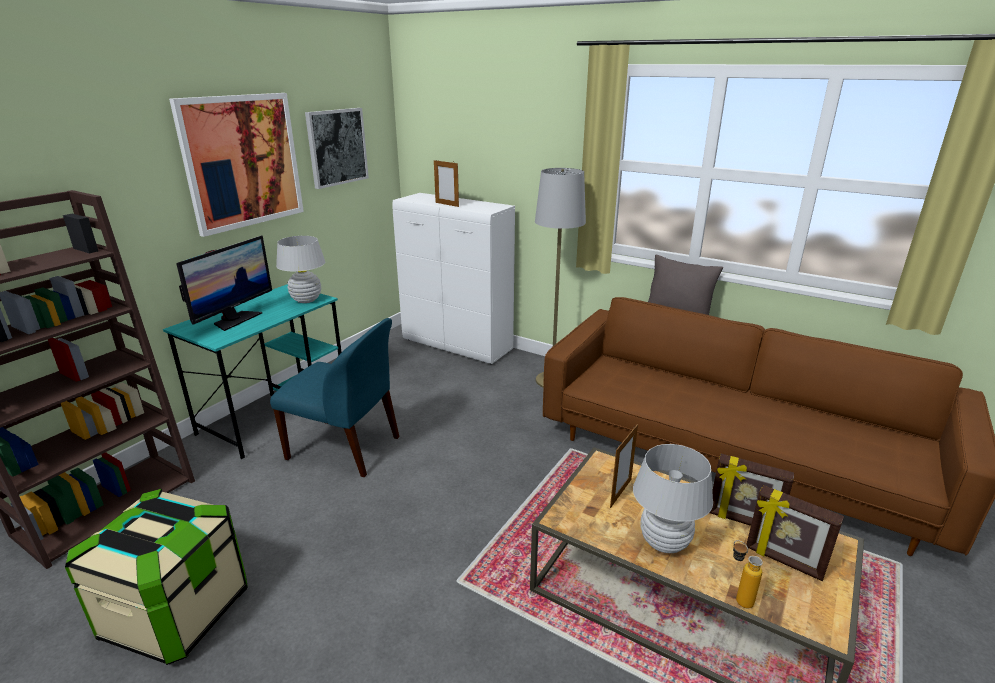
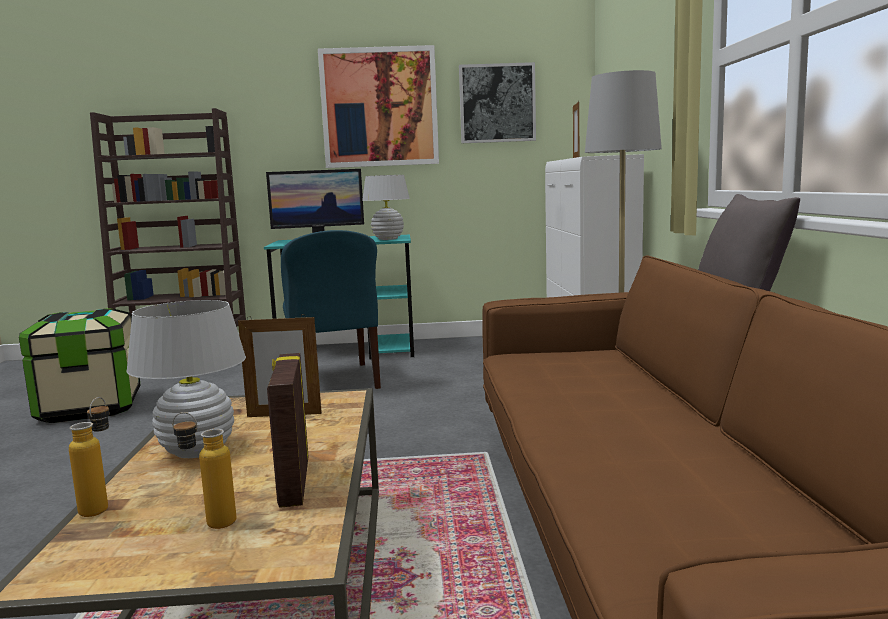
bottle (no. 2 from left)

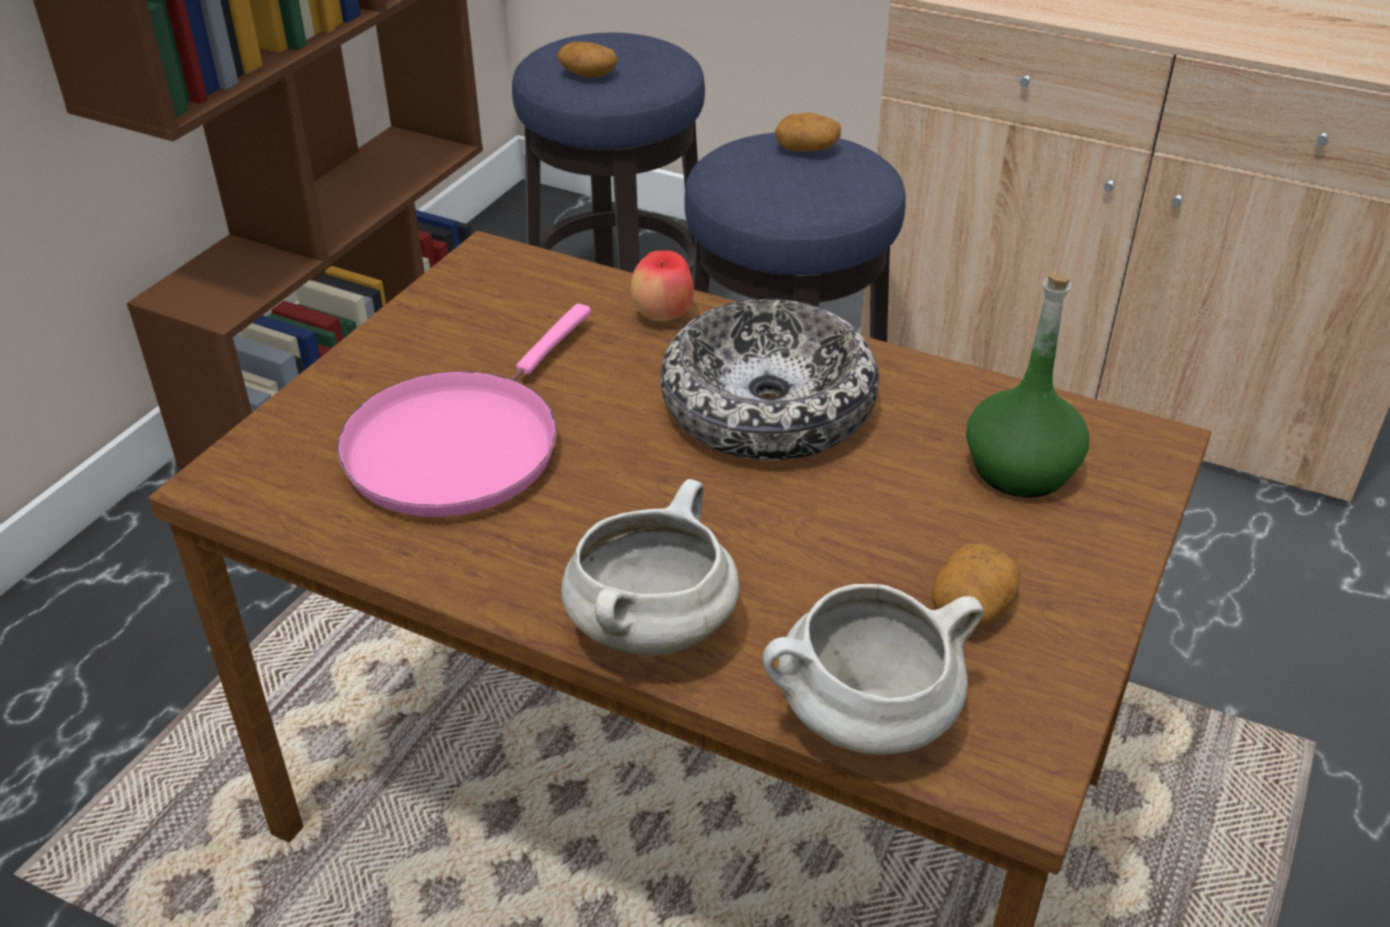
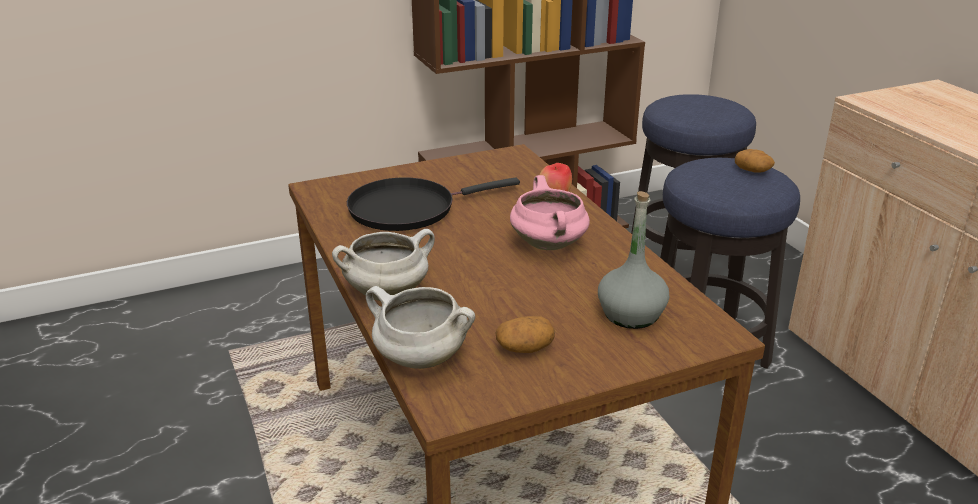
frying pan (black)
potato (no. 1 from left in the first image)
cooking pot (pink)
bottle (grey)

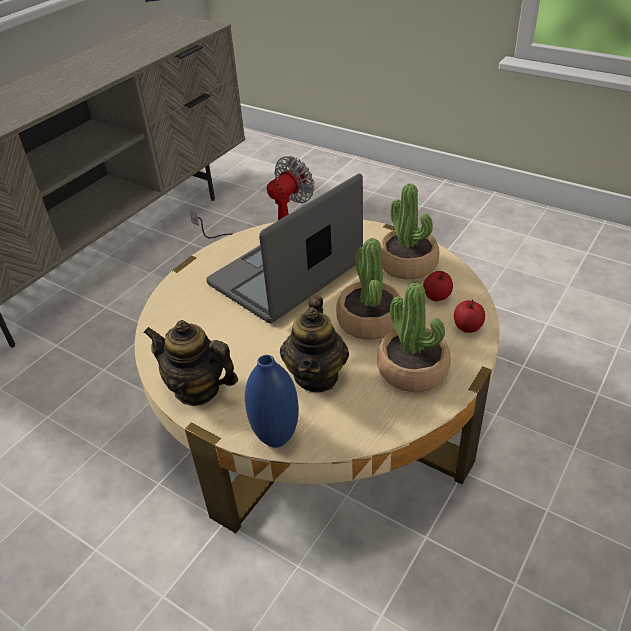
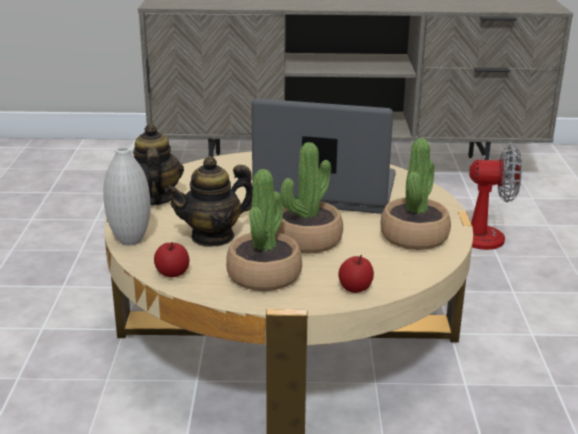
vase (white)
apple (no. 1 from left)

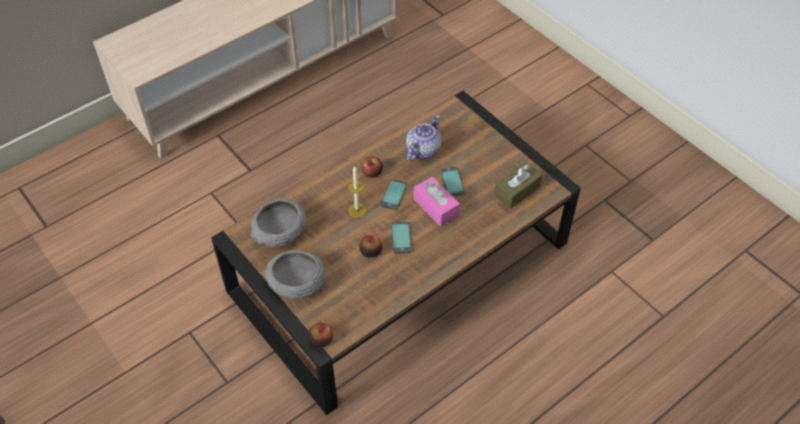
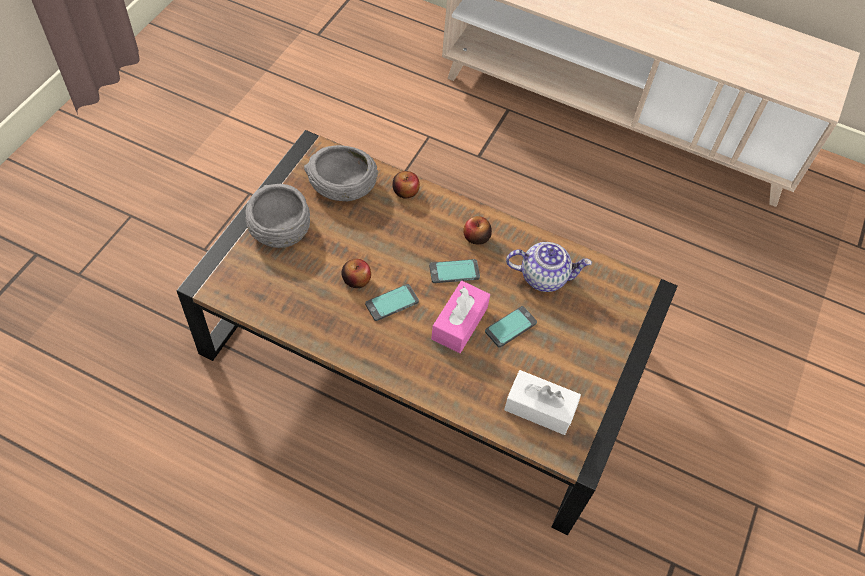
apple (no. 2 from left)
candle
tissue box (white)

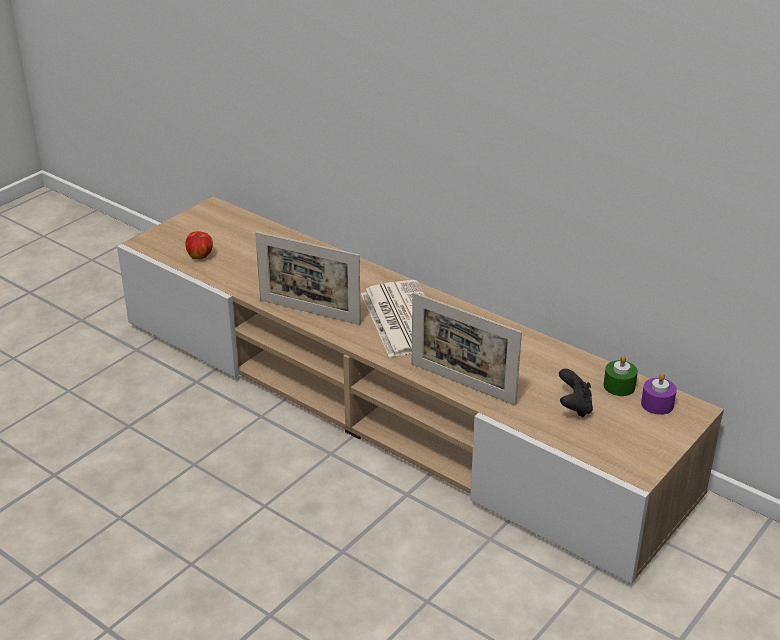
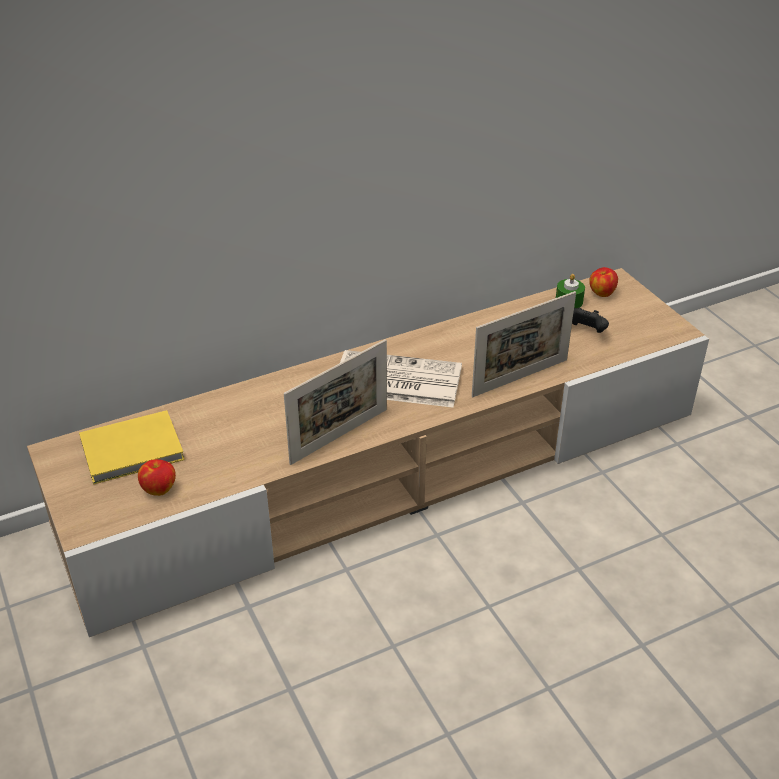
apple (no. 2 from left)
book (yellow)

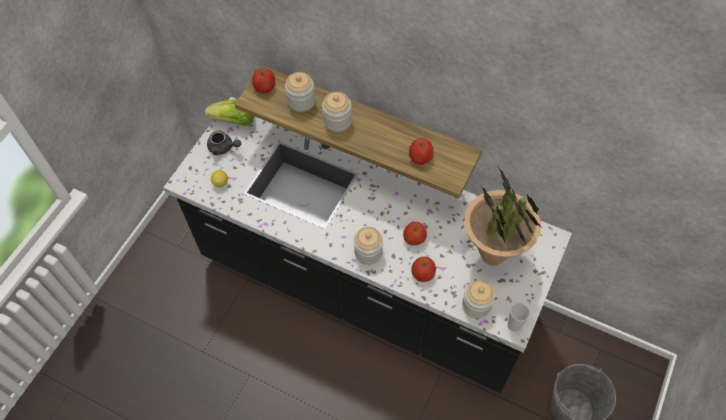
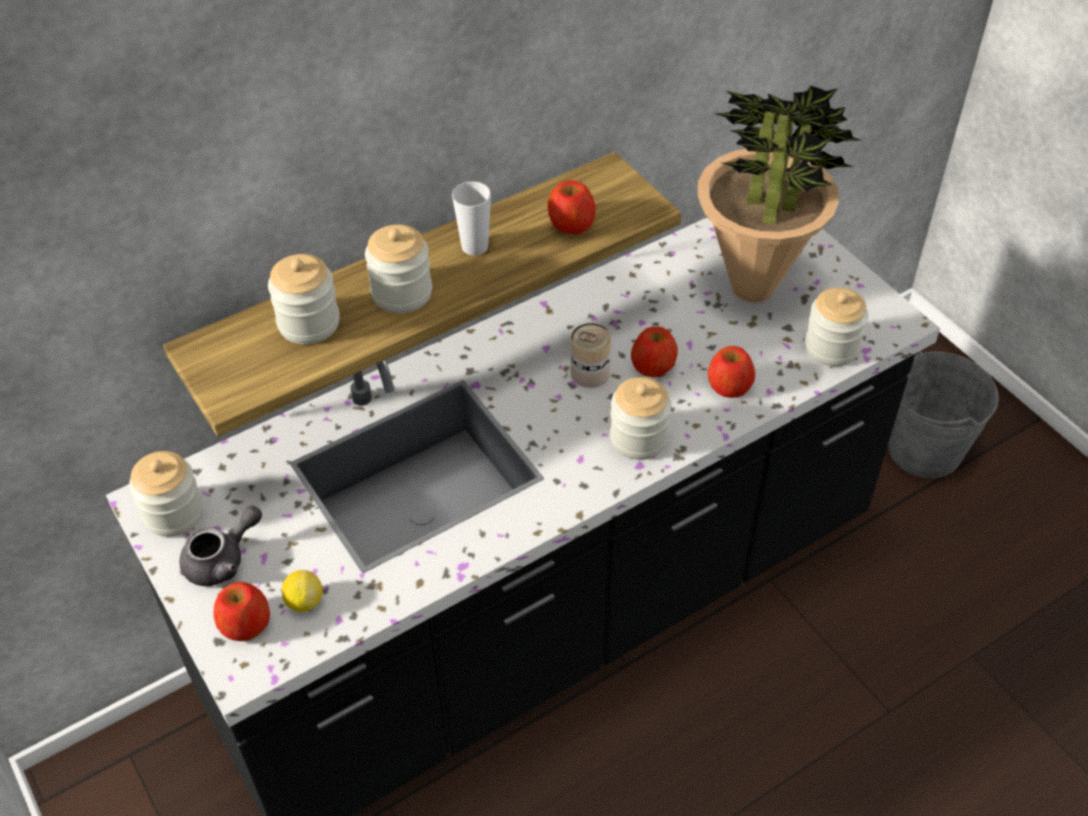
jar (no. 1 from left)
apple (no. 1 from left)
cup
can

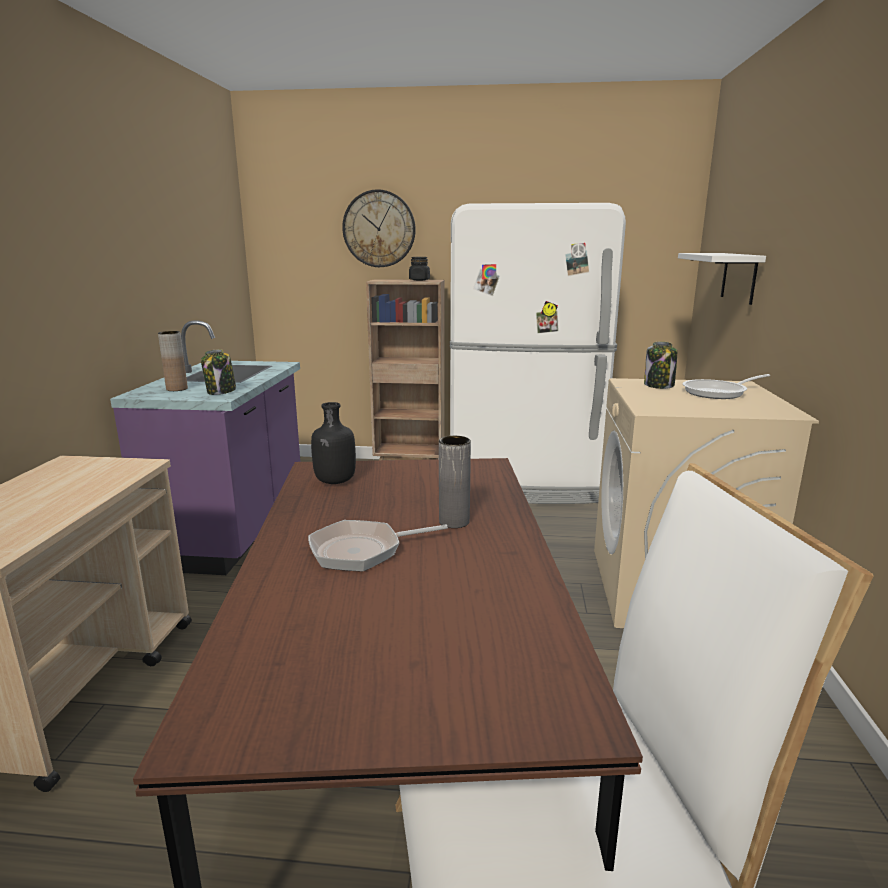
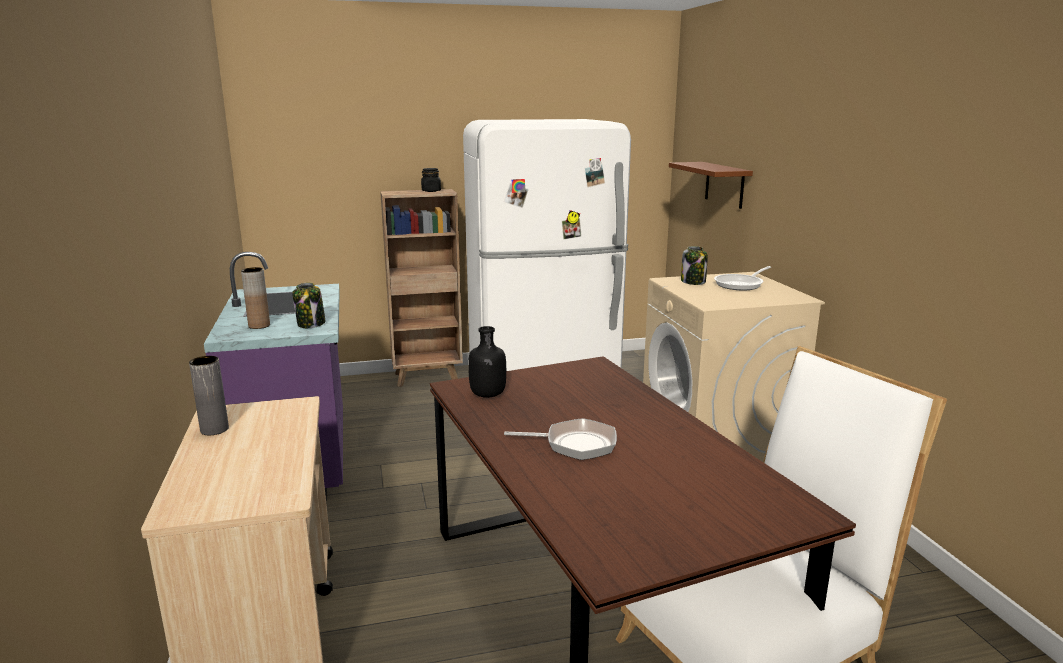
frying pan (no. 1 from left)
wall clock
vase (grey)
shelf (brown)

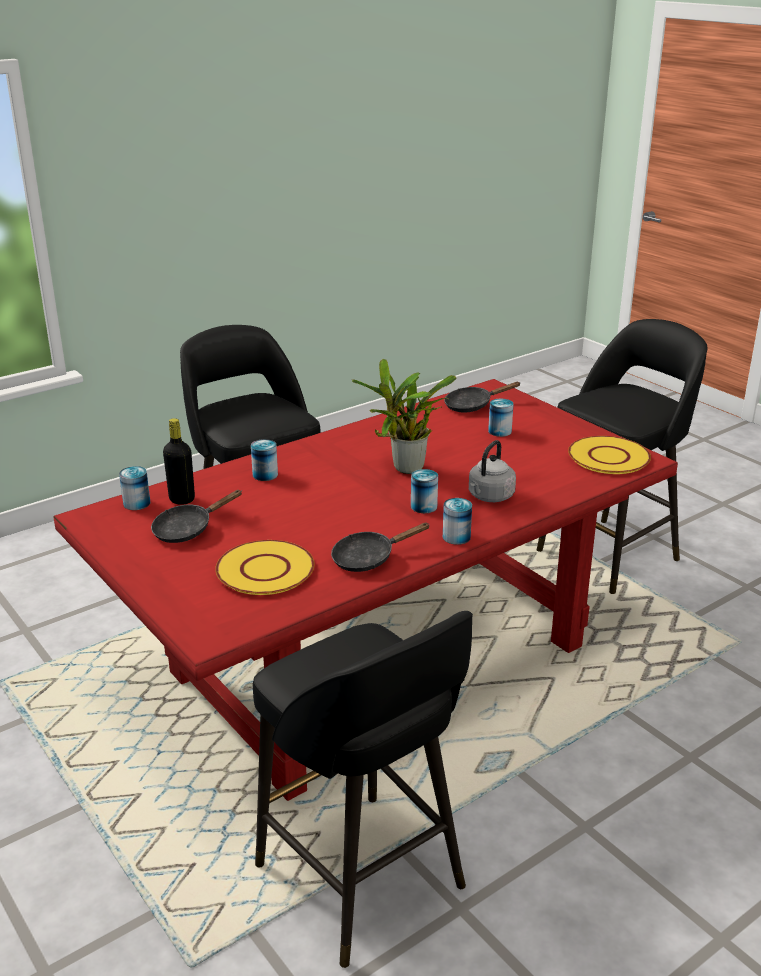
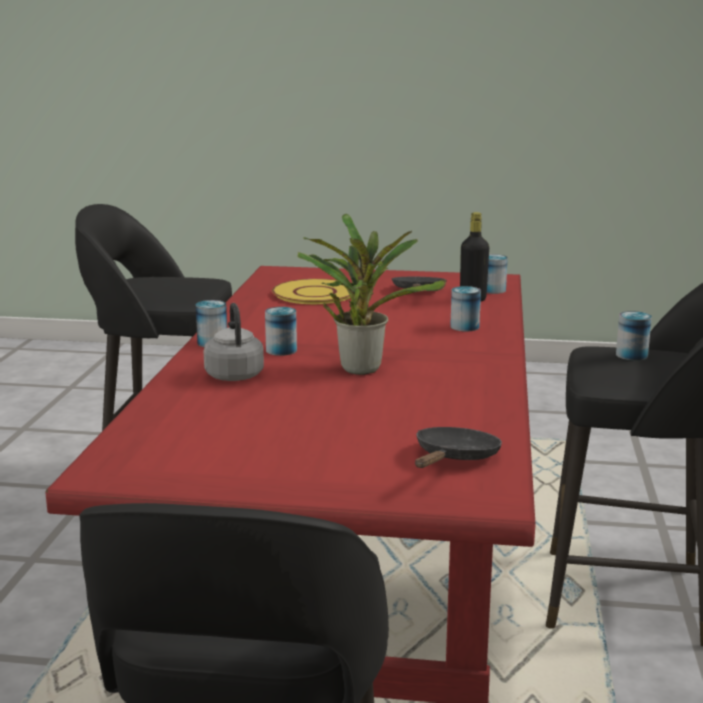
frying pan (black) (no. 2 from left in the first image)
can (no. 5 from left)
plate (yellow) (no. 2 from left in the first image)

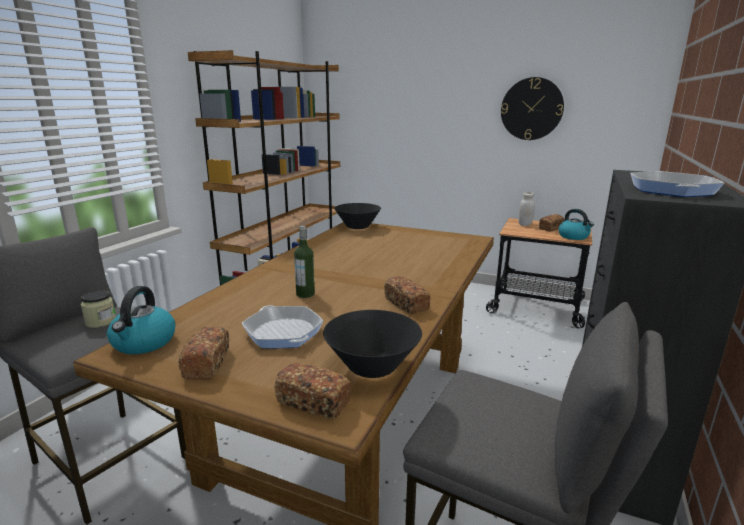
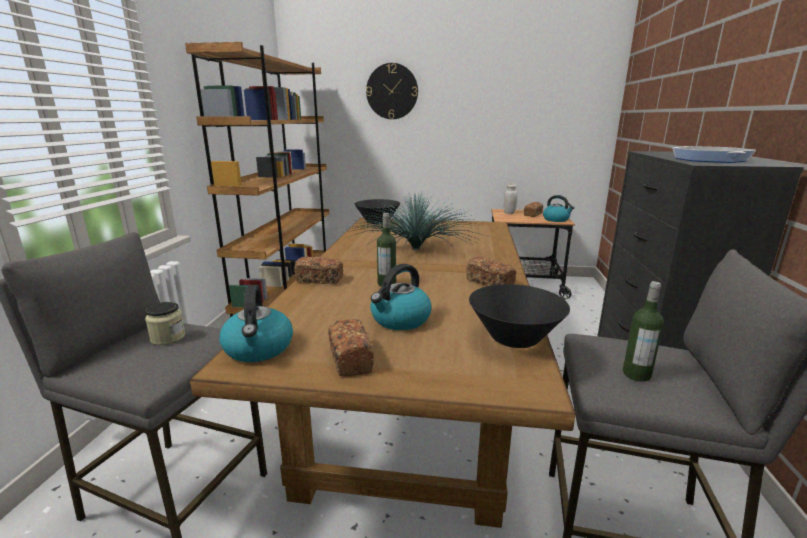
kettle (no. 2 from left)
bread (no. 1 from left)
wall clock
potted plant
bottle (no. 2 from left)

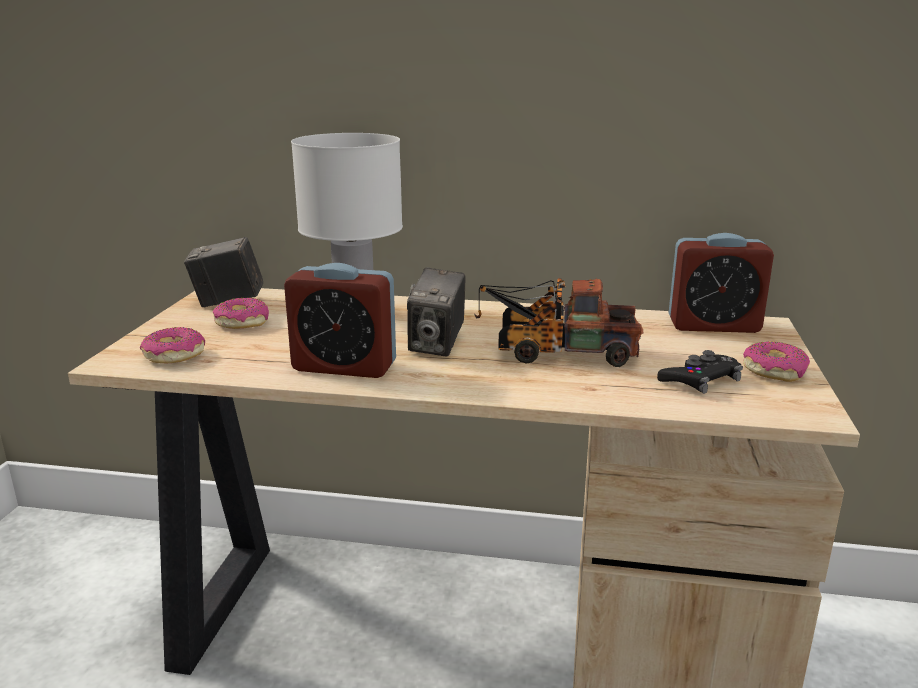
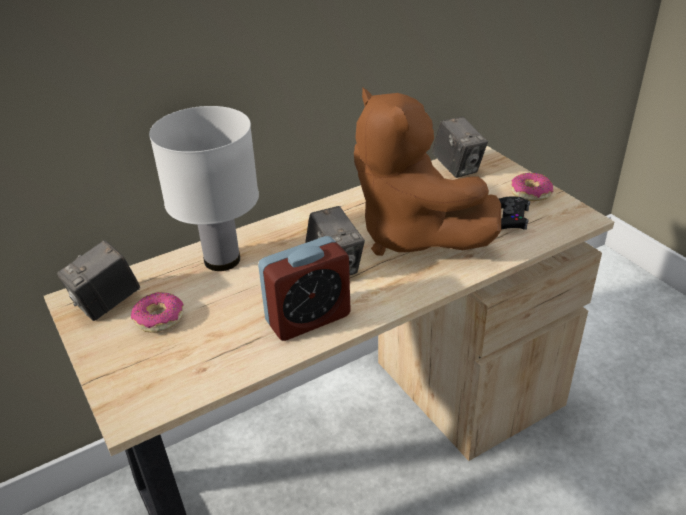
donut (no. 1 from left in the first image)
plush toy (brown)
photo camera (no. 3 from left)

